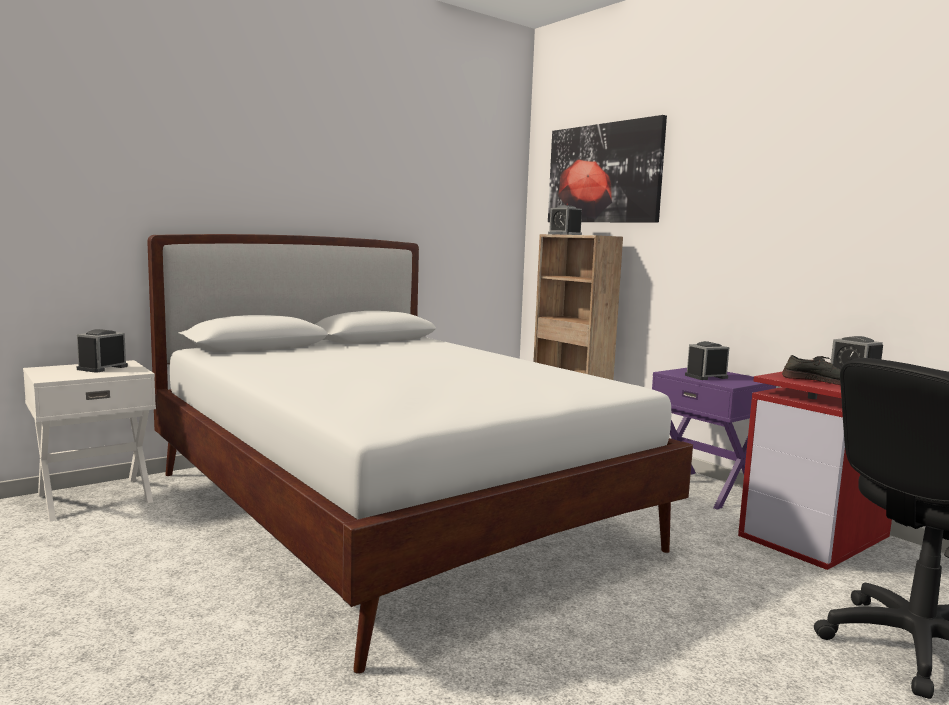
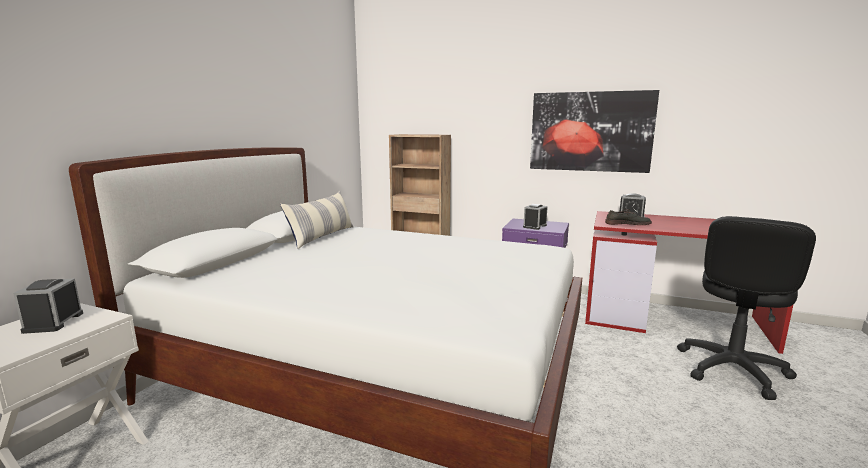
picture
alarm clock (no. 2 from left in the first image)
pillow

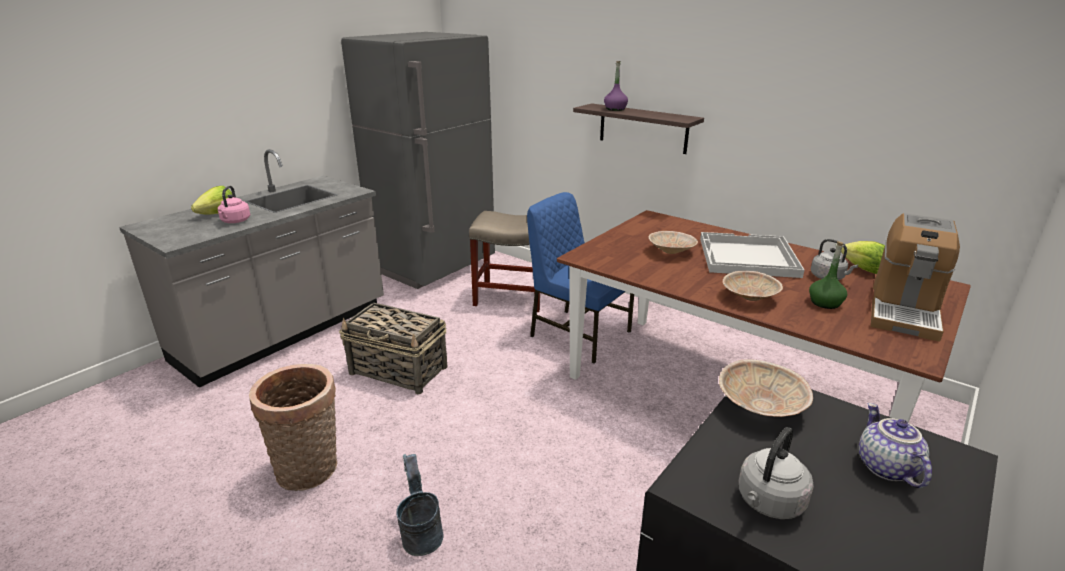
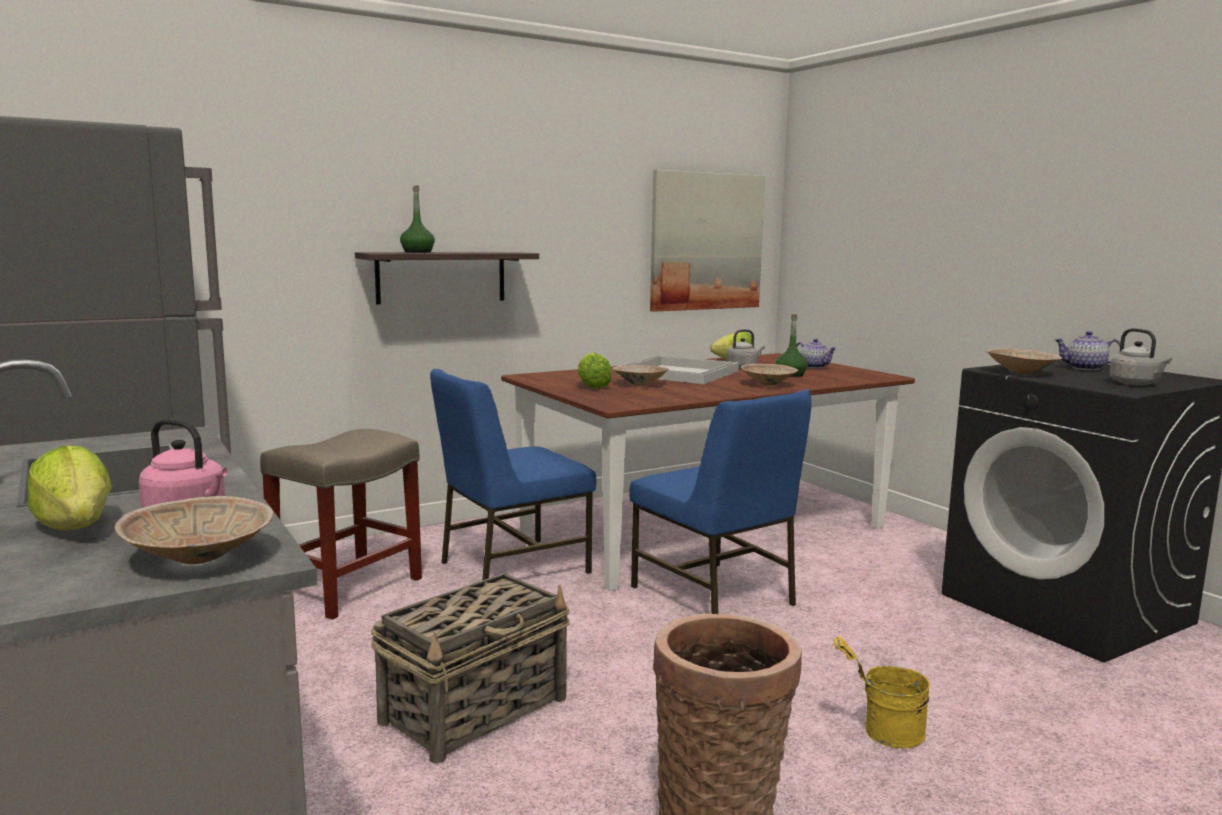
bucket (yellow)
bottle (green) (no. 1 from left)
teapot (no. 1 from left)
bowl (beige) (no. 1 from left)
lettuce (no. 2 from left)
chair (blue) (no. 2 from left)
picture

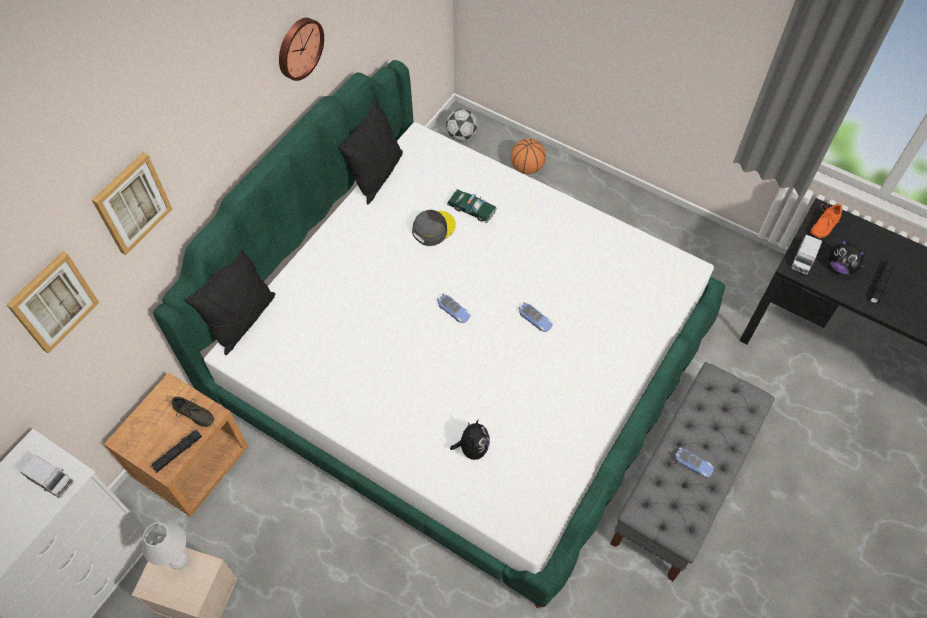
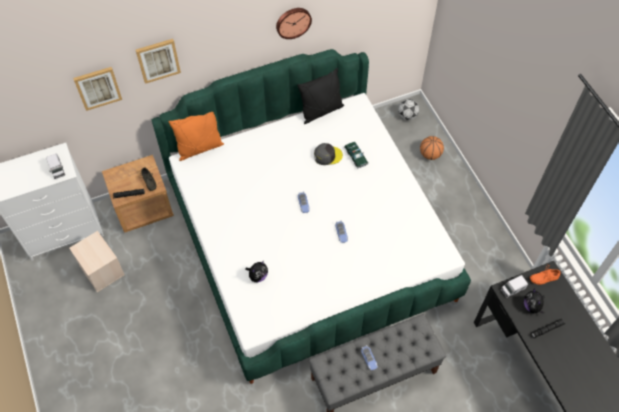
table lamp (white)
pillow (orange)

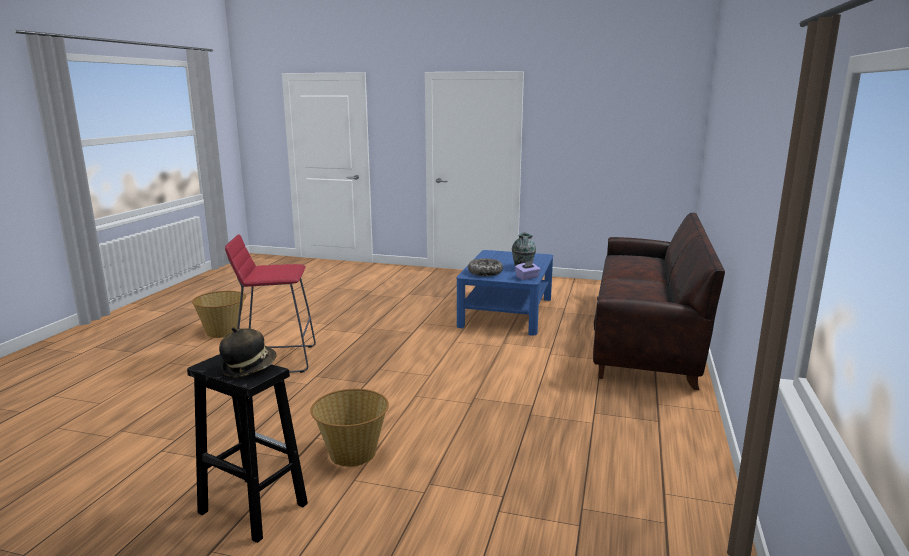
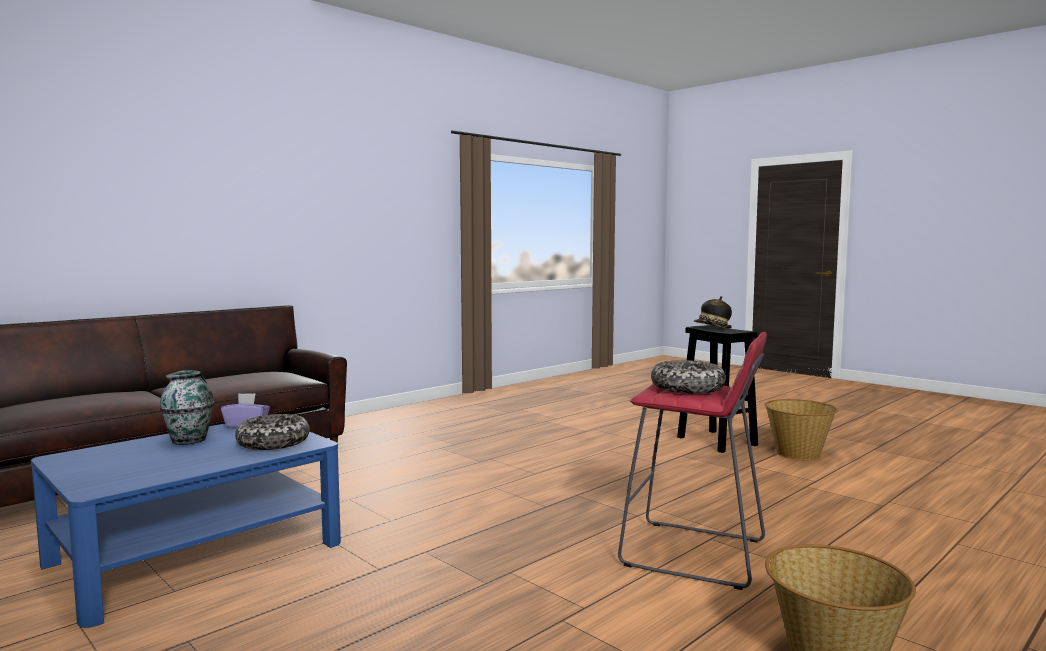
basket (no. 1 from left)
bowl (no. 2 from left)

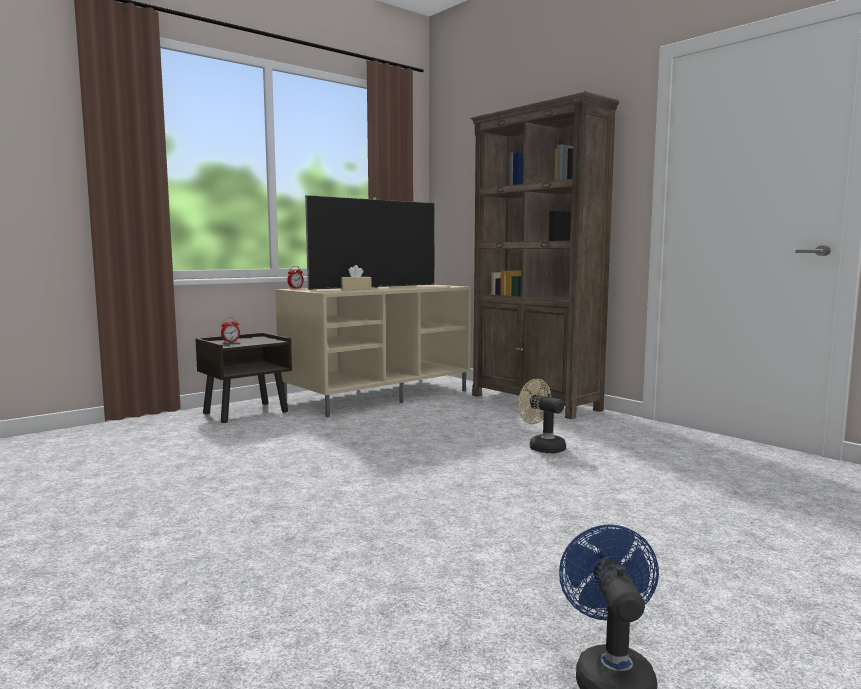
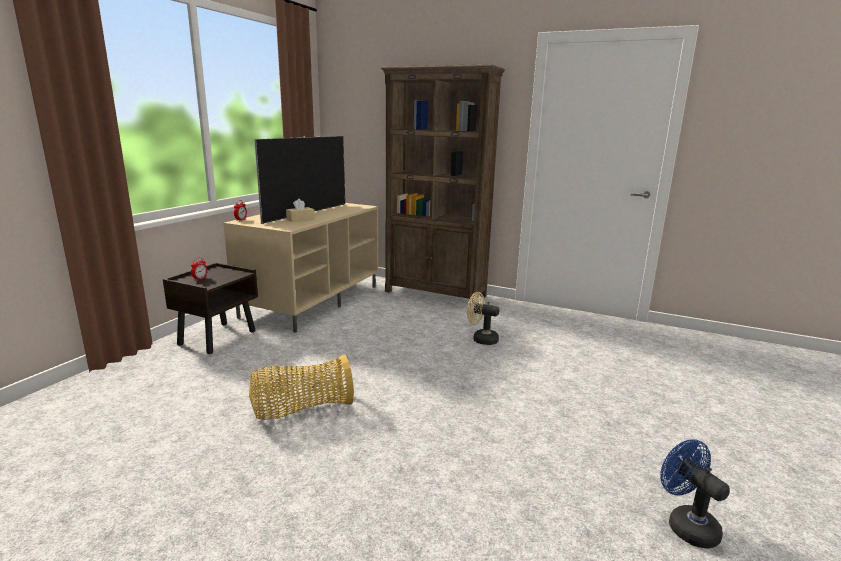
basket

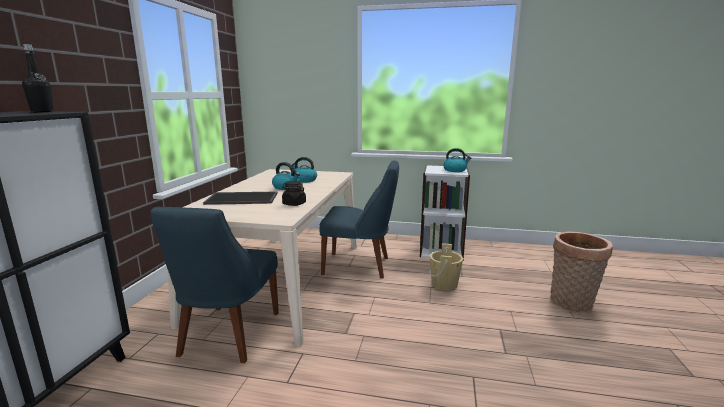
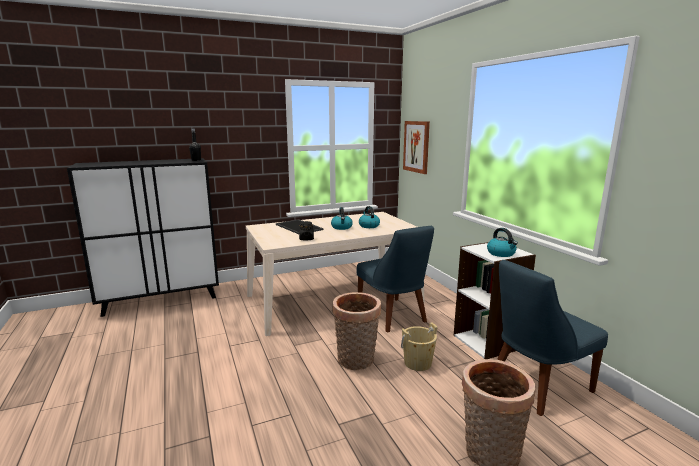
chair (blue) (no. 2 from left)
basket (no. 1 from left)
picture

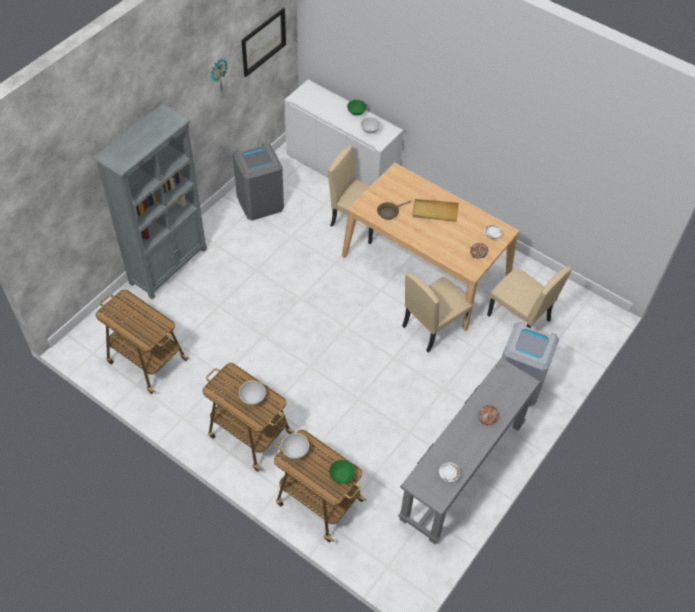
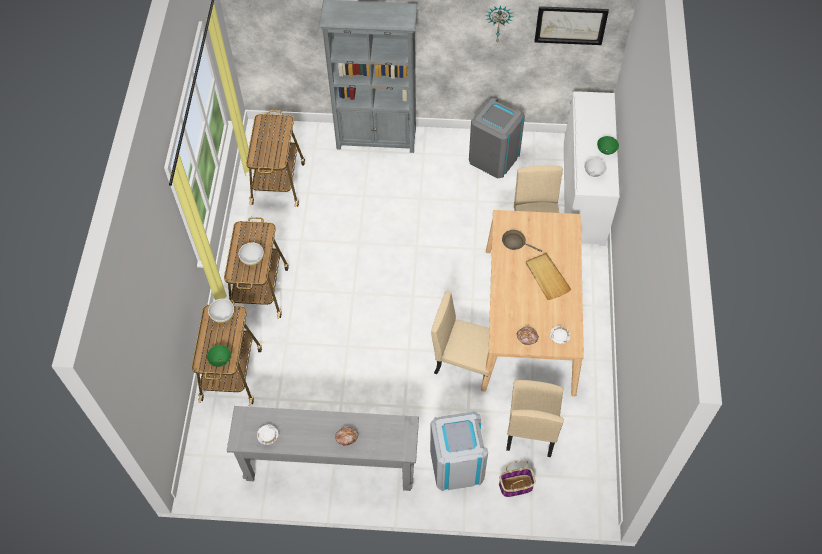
basket

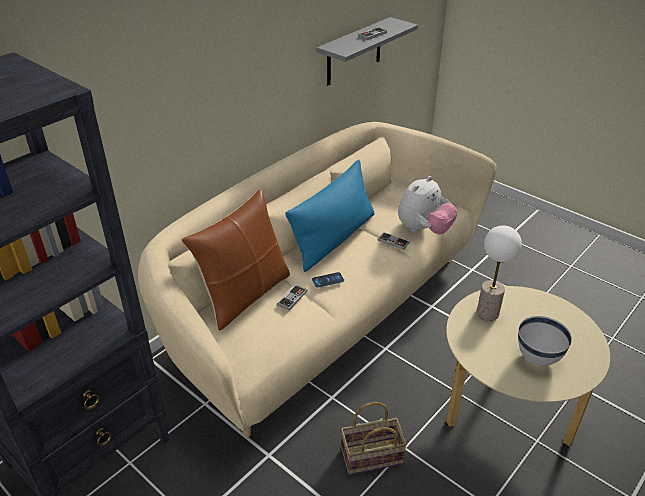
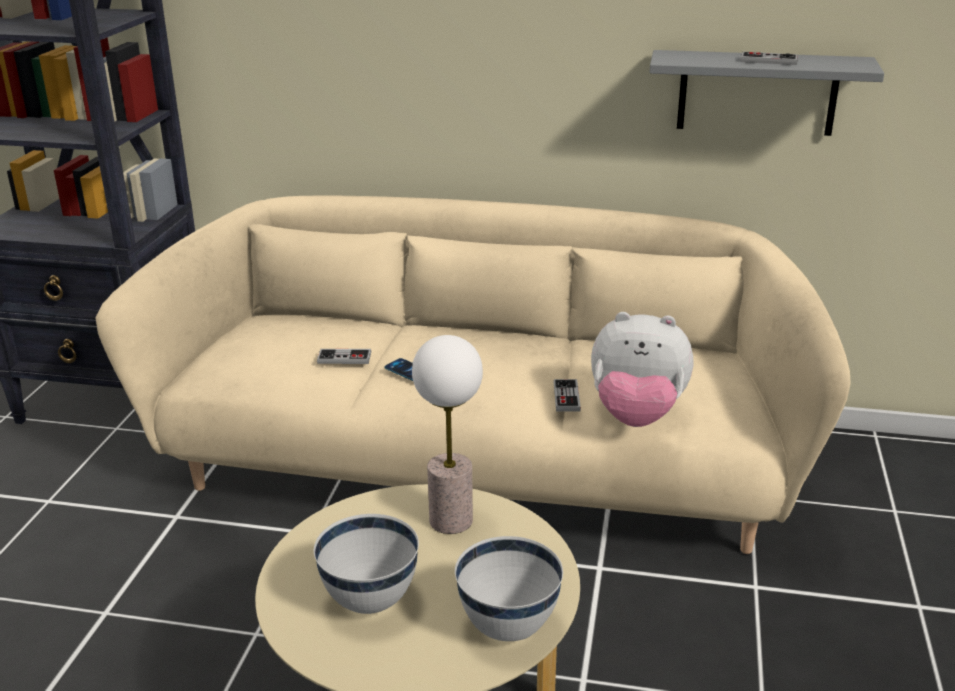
pillow (brown)
pillow (blue)
basket
bowl (white) (no. 2 from left)

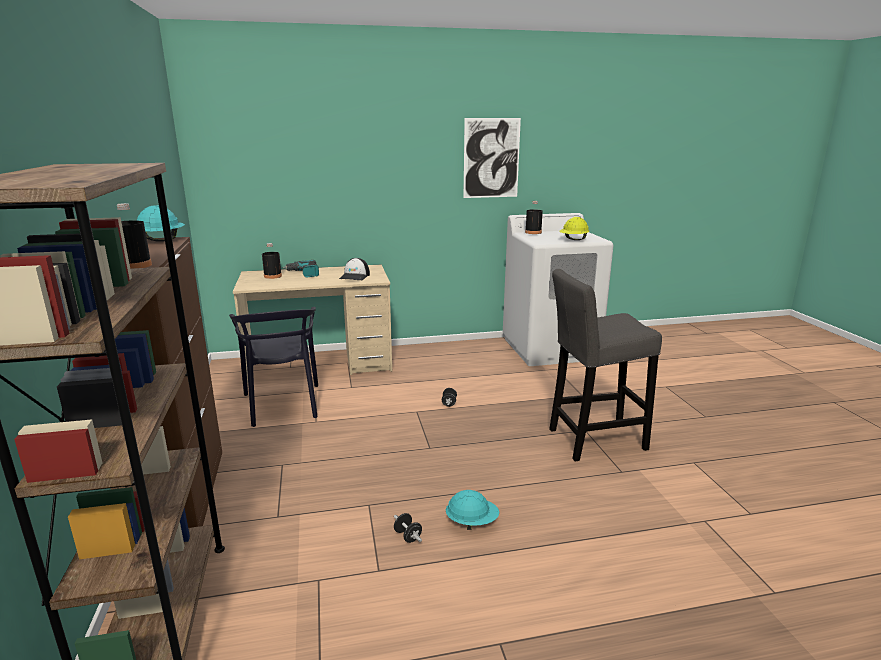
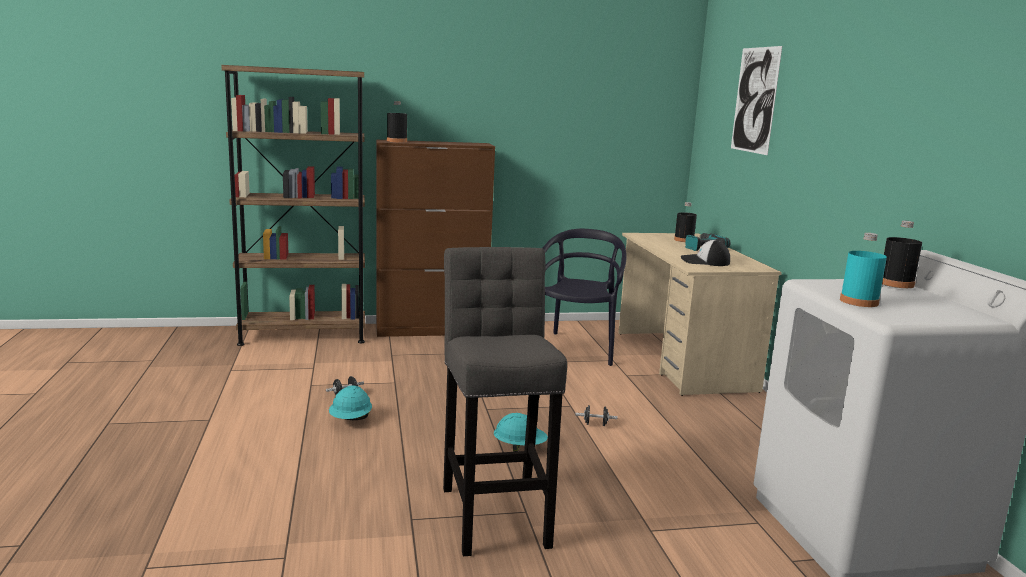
hard hat (turquoise) (no. 2 from left)
chair (black)
picture
bottle (turquoise)

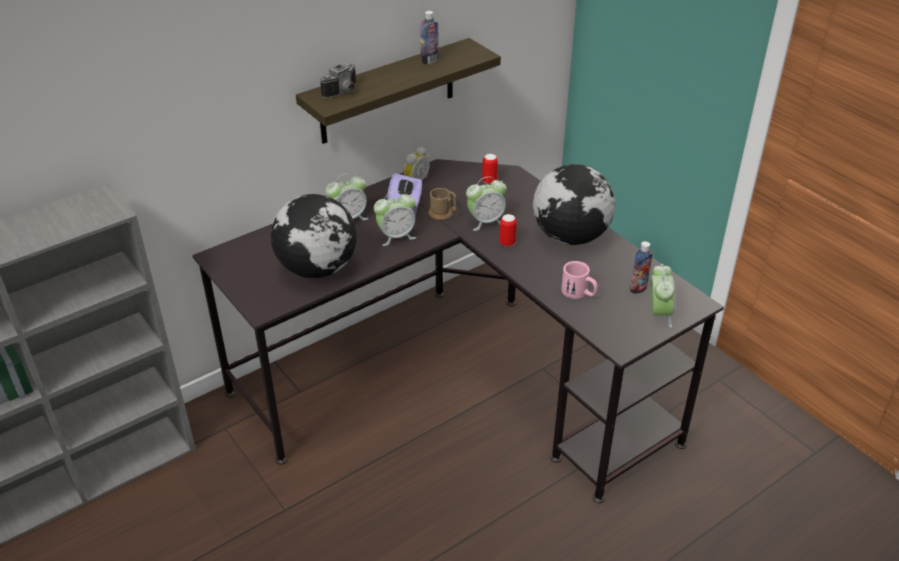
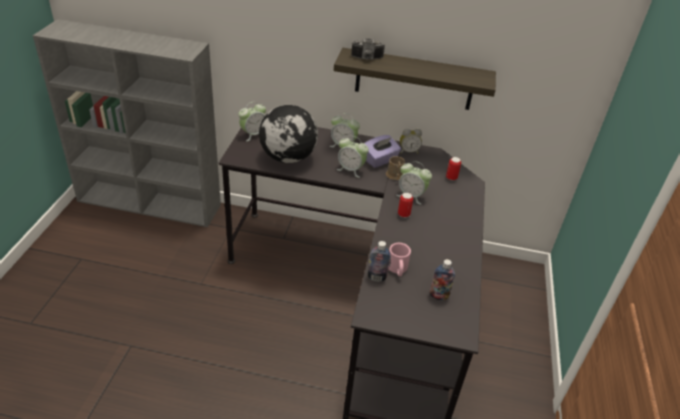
bottle (no. 1 from left)
globe (no. 2 from left in the first image)
alarm clock (no. 1 from left)

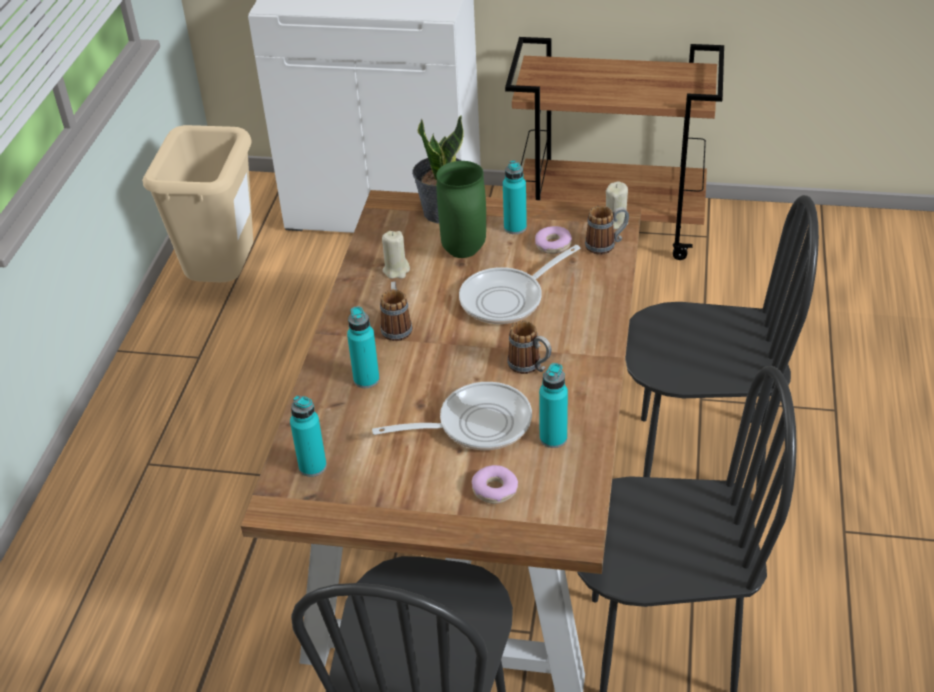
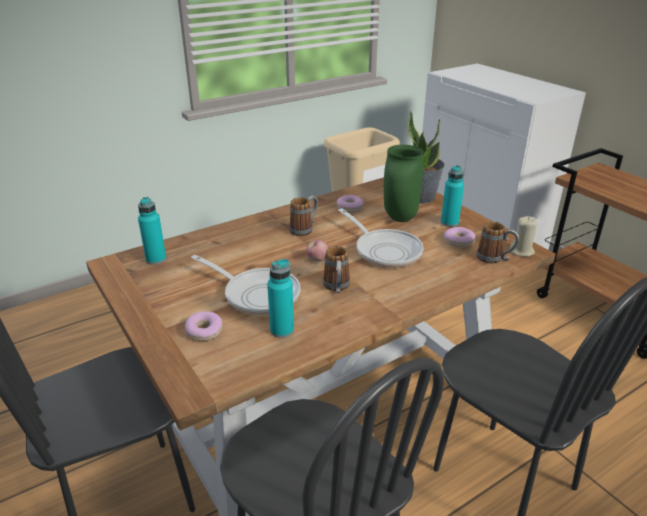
bottle (turquoise) (no. 2 from left in the first image)
donut (no. 2 from left)
frying pan (no. 2 from left)
apple

